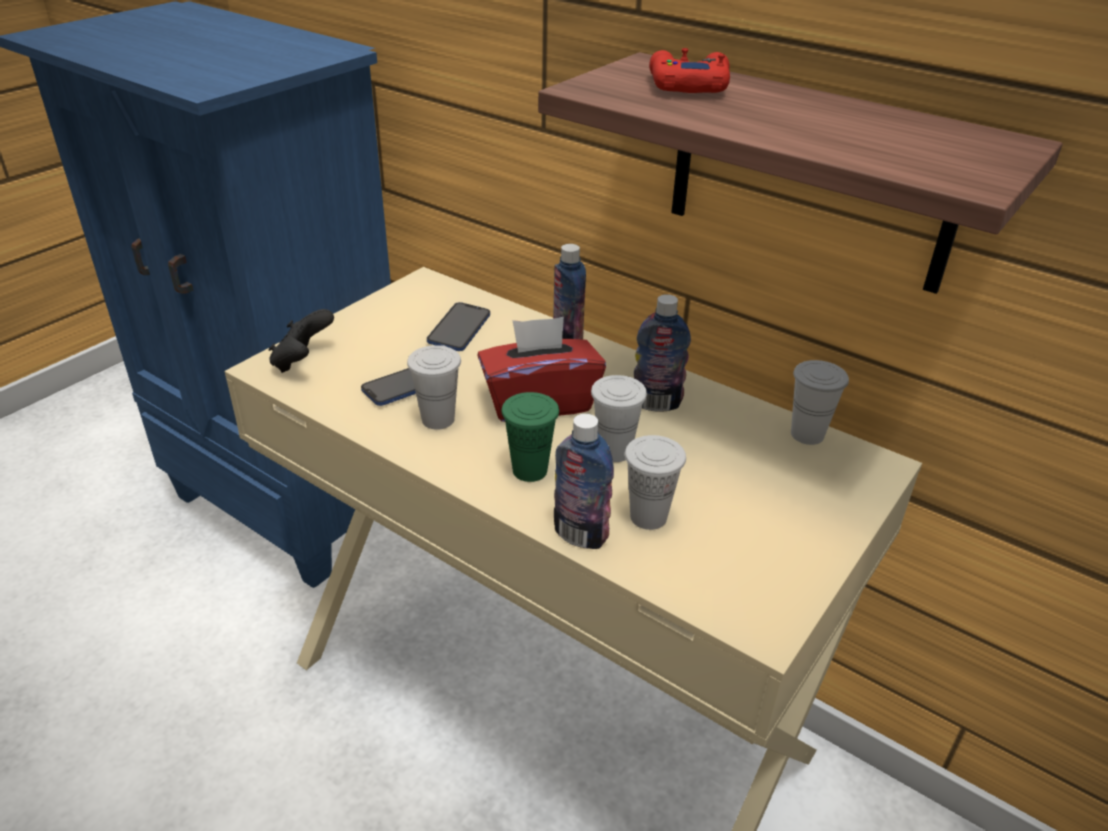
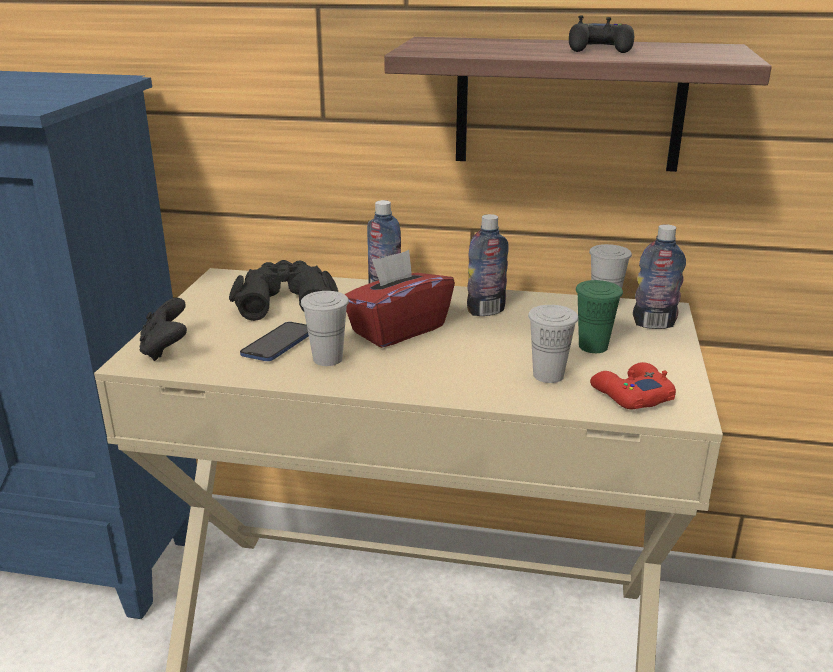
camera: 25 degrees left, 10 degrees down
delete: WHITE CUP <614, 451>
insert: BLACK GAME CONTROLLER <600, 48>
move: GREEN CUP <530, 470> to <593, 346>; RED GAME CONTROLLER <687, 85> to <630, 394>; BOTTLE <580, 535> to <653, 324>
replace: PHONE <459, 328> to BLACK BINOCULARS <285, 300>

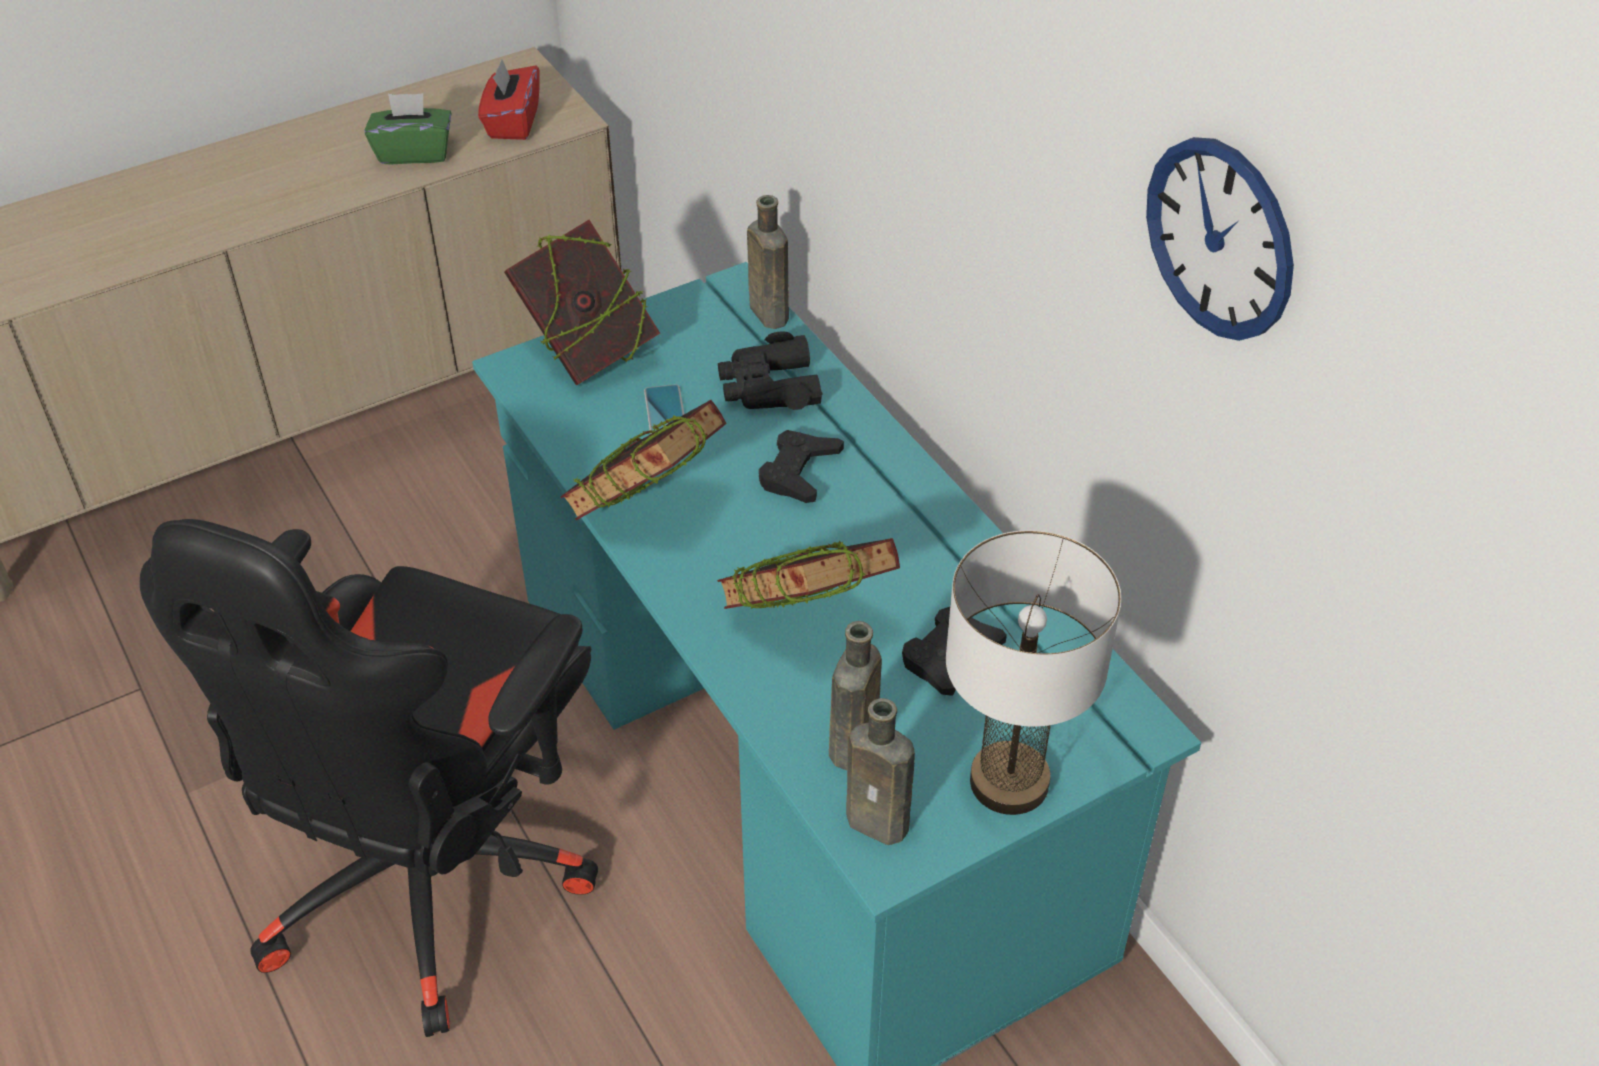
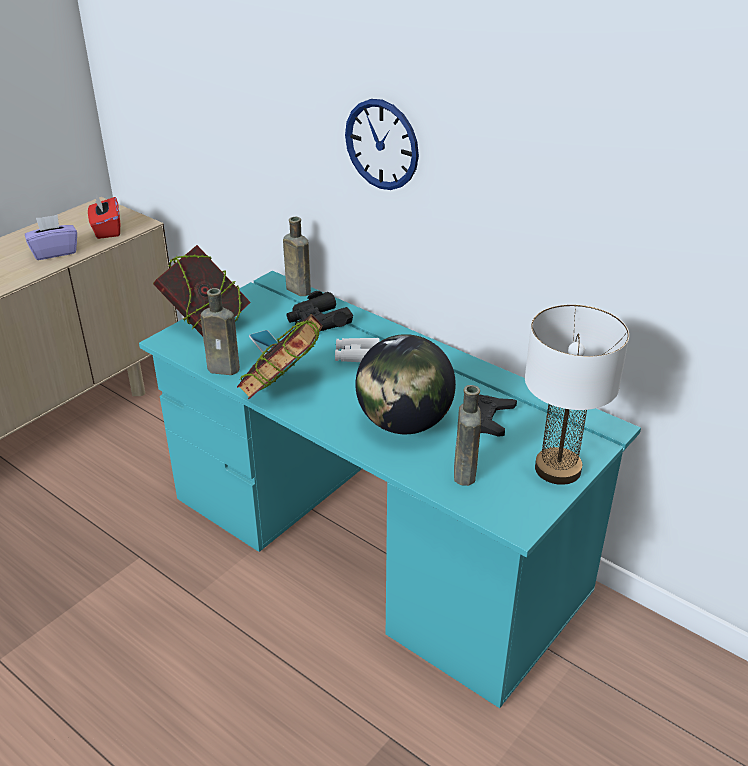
camera: 20 degrees left, 10 degrees down
delete: BLACK OFFICE CHAIR <441, 858>
move: BROWN BOTTLE <881, 824> to <226, 369>; WALL CLOCK <1219, 239> to <382, 144>
replace: BLACK GAME CONTROLLER <799, 472> to WHITE BINOCULARS <357, 355>; BOOK <806, 625> to GLOBE <404, 423>
recolor: GREEN TISSUE BOX <414, 152> to PURPLE TISSUE BOX <54, 252>

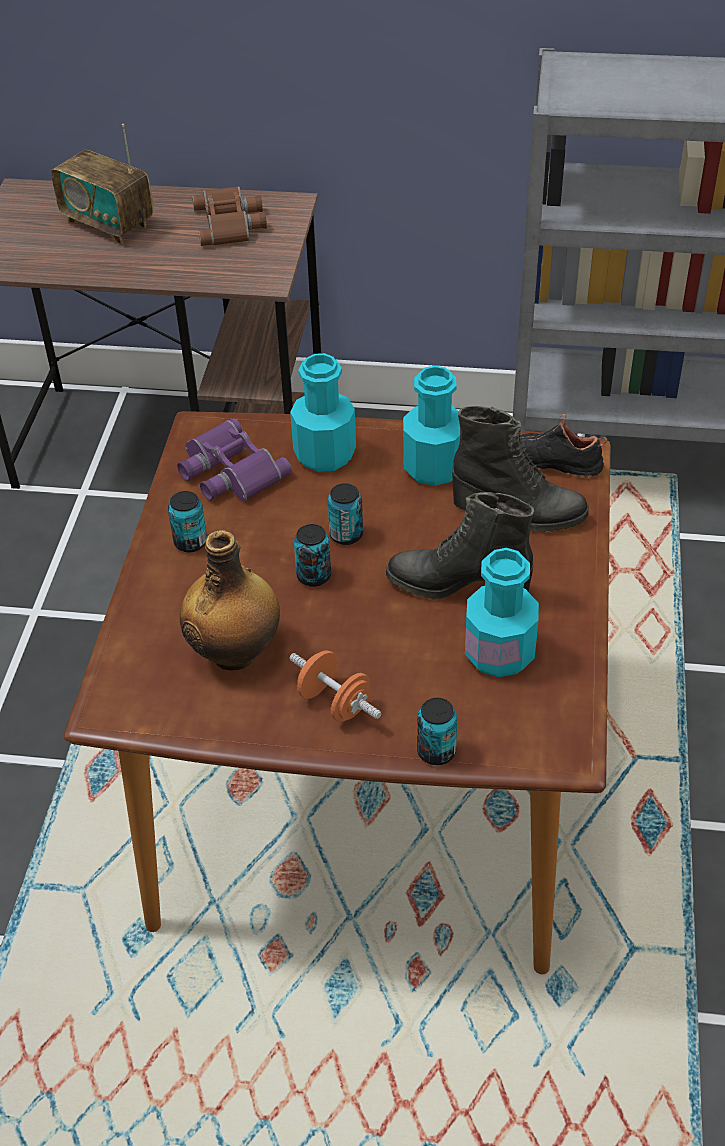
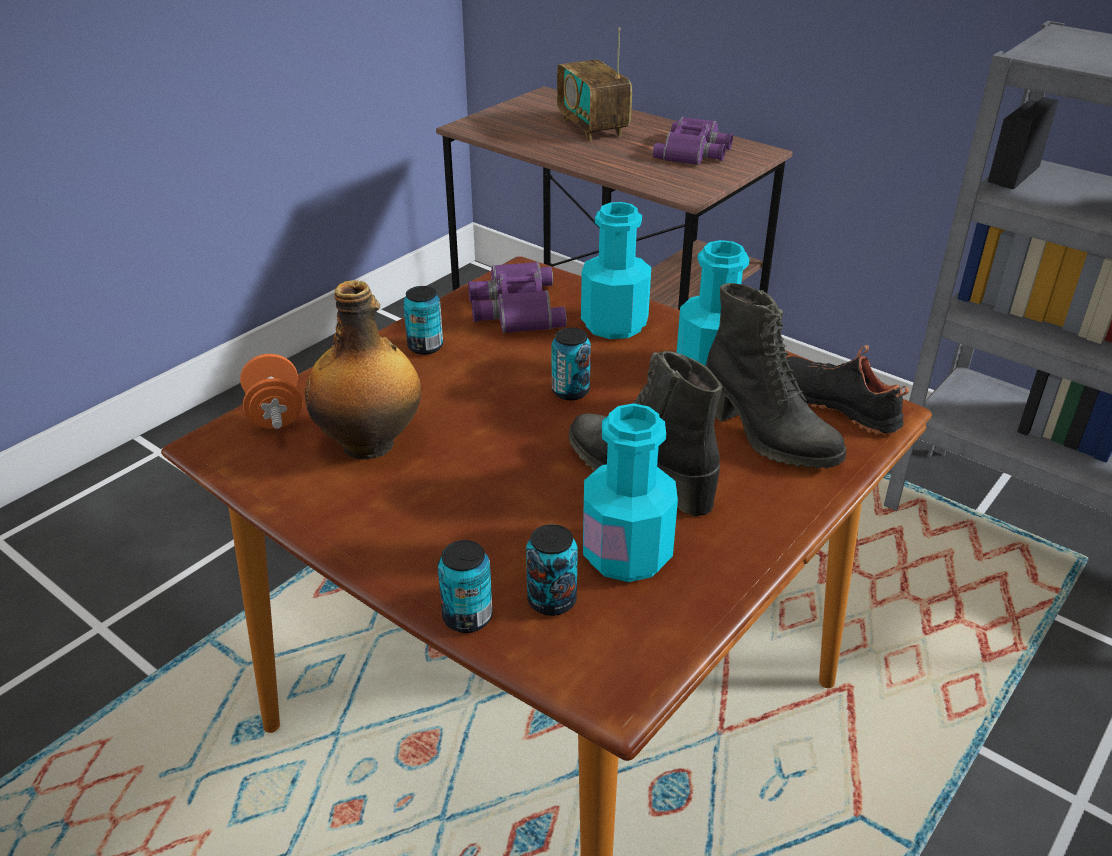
camera: 30 degrees right, 10 degrees down
move: ORANGE DUMBBELL <334, 703> to <275, 414>; CAN <314, 576> to <552, 600>
recolor: BROWN BINOCULARS <231, 223> to PURPLE BINOCULARS <695, 151>

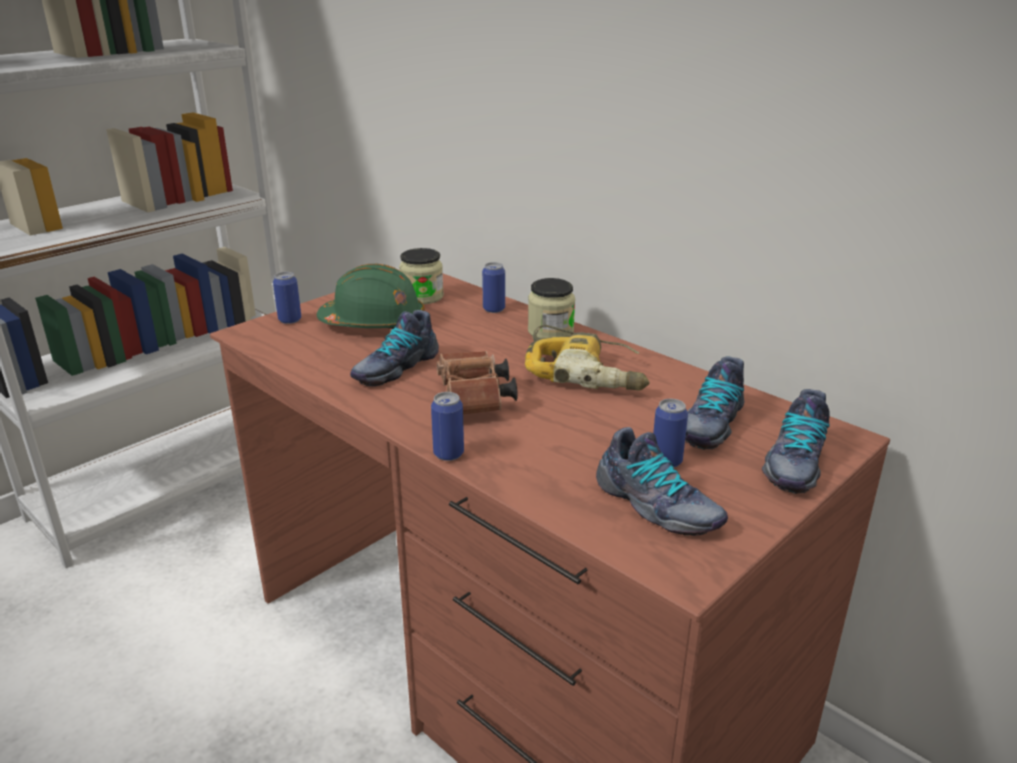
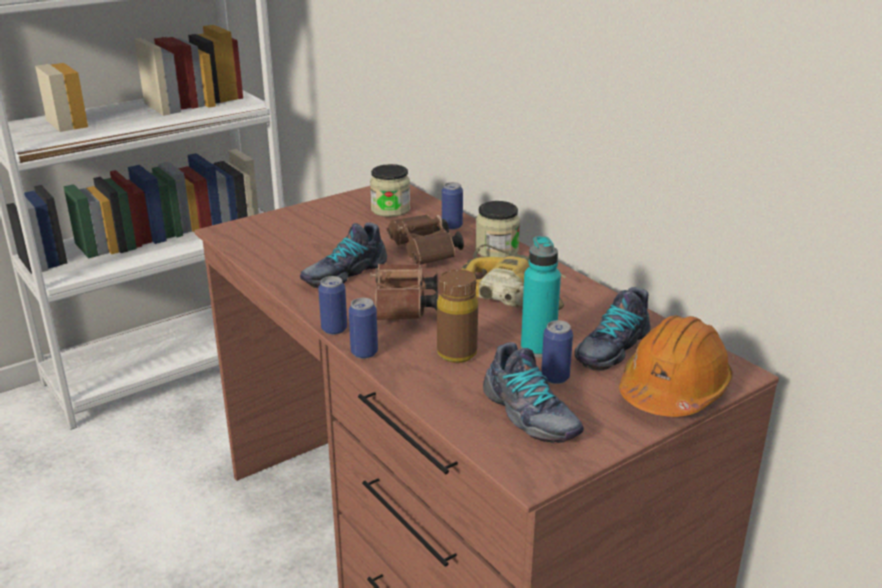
camera: 10 degrees right, 0 degrees up
delete: GREEN HARD HAT <373, 322>
insert: BROWN BINOCULARS <425, 254>; BROWN BOTTLE <457, 353>; TURQUOISE BOTTLE <538, 348>
move: CAN <290, 320> to <334, 329>
replace: SHOE <793, 462> to ORANGE HARD HAT <673, 390>

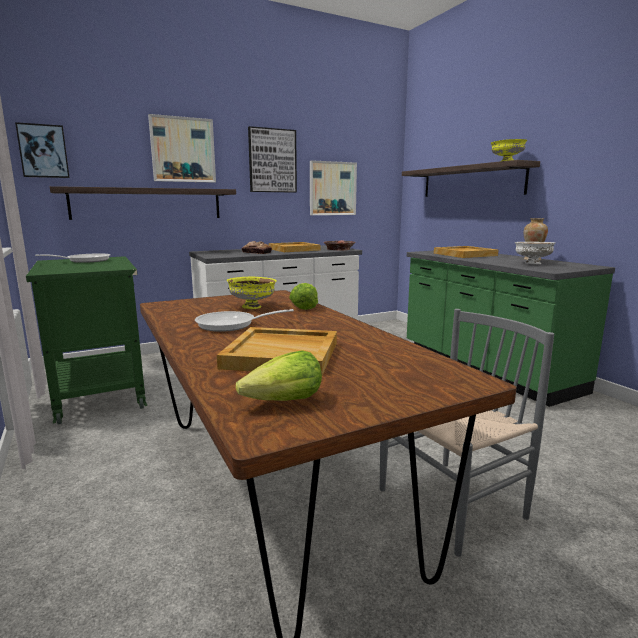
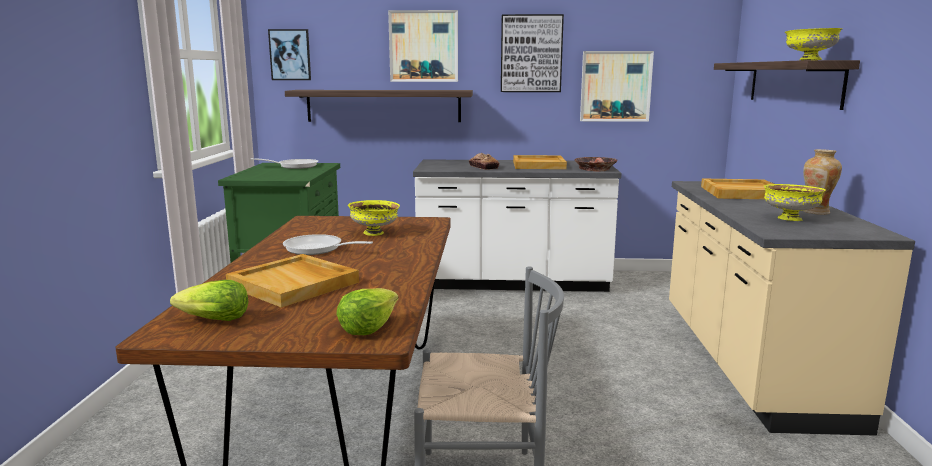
camera: 30 degrees right, 0 degrees up
move: LETTUCE <304, 307> to <368, 327>
recolor: GREEN COUNTER <485, 369> to BEIGE COUNTER <748, 363>; WHITE BOWL <532, 263> to YELLOW BOWL <789, 219>

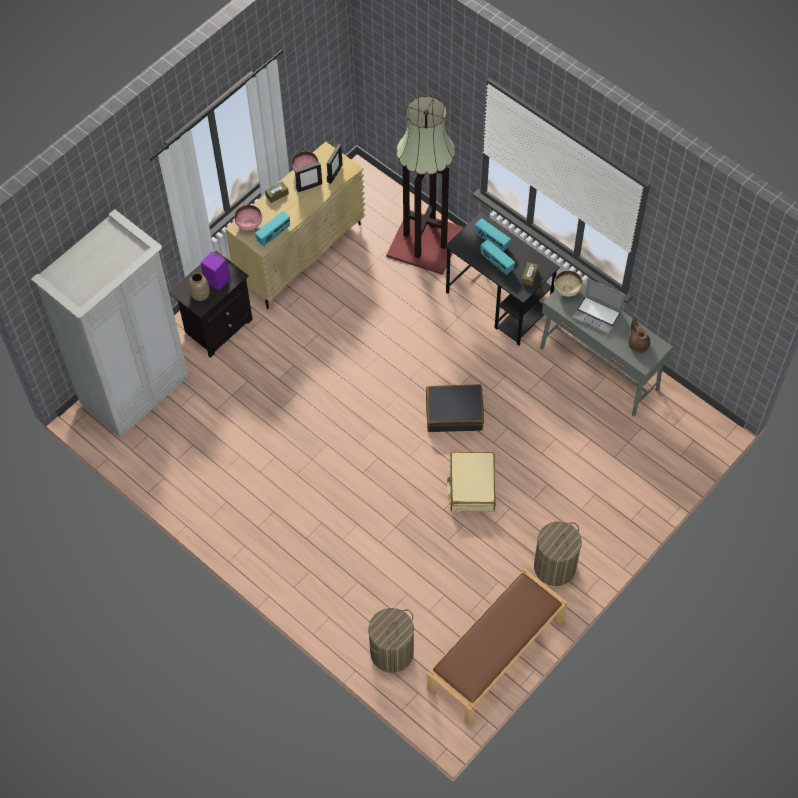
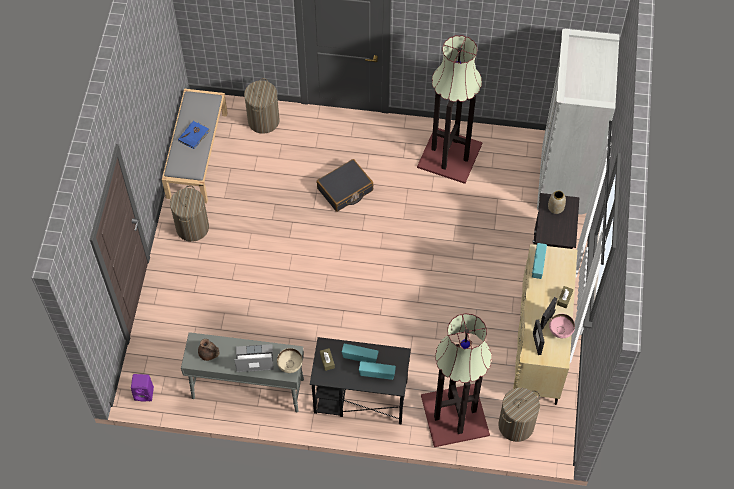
camera: 145 degrees right, 0 degrees up
delete: PINK BOWL <249, 225>; BEIGE SUITCASE <471, 486>
insert: BLUE BOOK <194, 135>; FLOOR LAMP <450, 155>; LAUNDRY BASKET <516, 425>
move: PURPLE SPEAKER <216, 280> to <145, 393>; BLACK SUITCASE <454, 412> to <345, 190>
recolor: BROWN BENCH <495, 655> to GREY BENCH <197, 154>

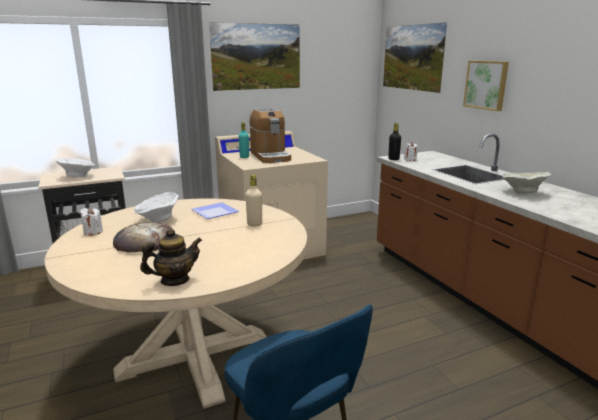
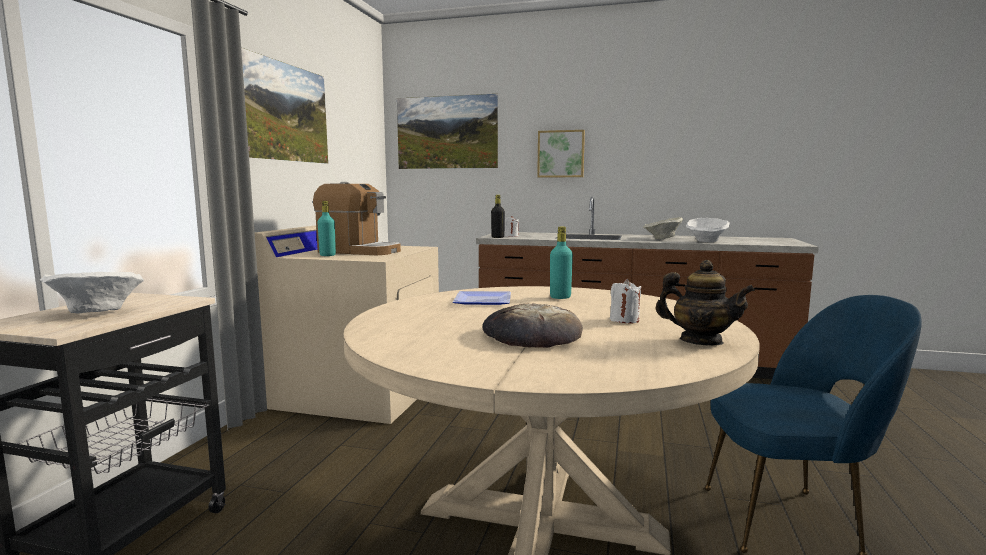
camera: 50 degrees left, 10 degrees down
move: WHITE CANDLE <93, 232> to <624, 320>; WHITE BOWL <158, 220> to <707, 241>
recolor: BEIGE BOTTLE <254, 224> to TURQUOISE BOTTLE <560, 297>
rotate: TEAPOT <174, 280> = <701, 341> 105 degrees clockwise

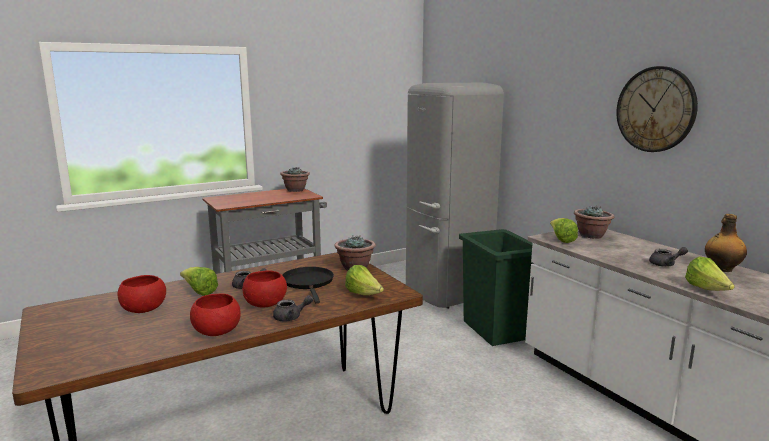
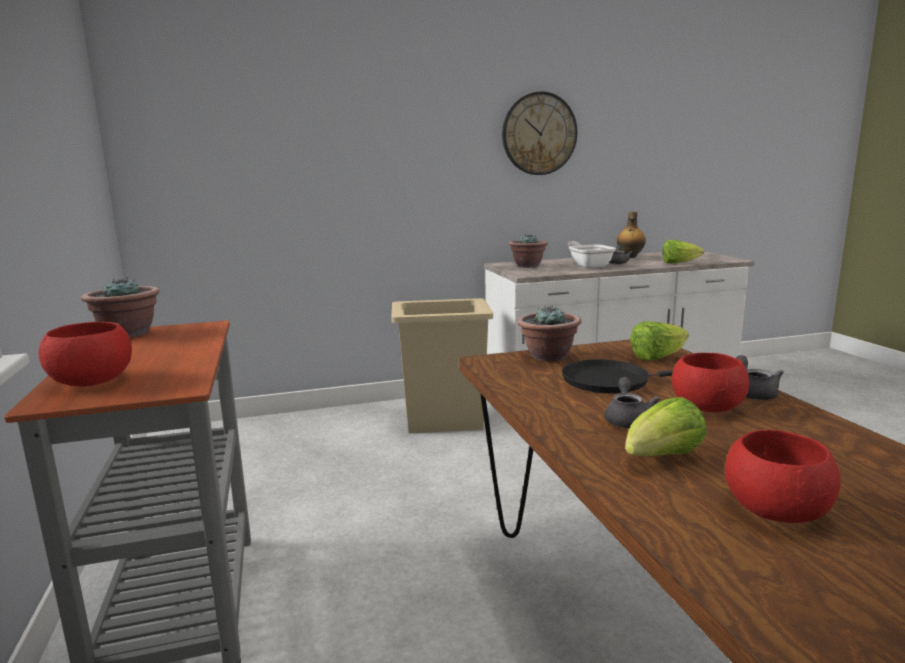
camera: 75 degrees left, 0 degrees up
delete: GREY FRIDGE <445, 293>; LETTUCE <561, 239>
insert: FRYING PAN <589, 266>
move: RED BOWL <217, 331> to <91, 381>
recolor: GREEN TRASH CAN <496, 329> to BEIGE TRASH CAN <443, 420>

